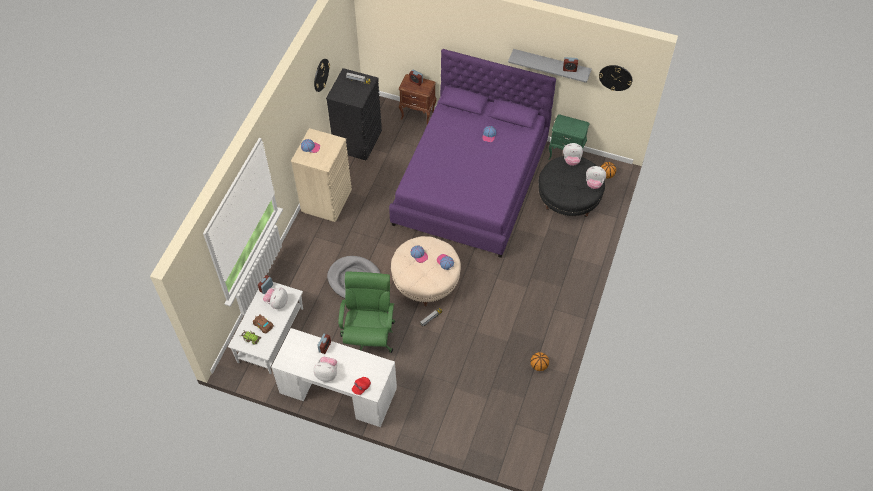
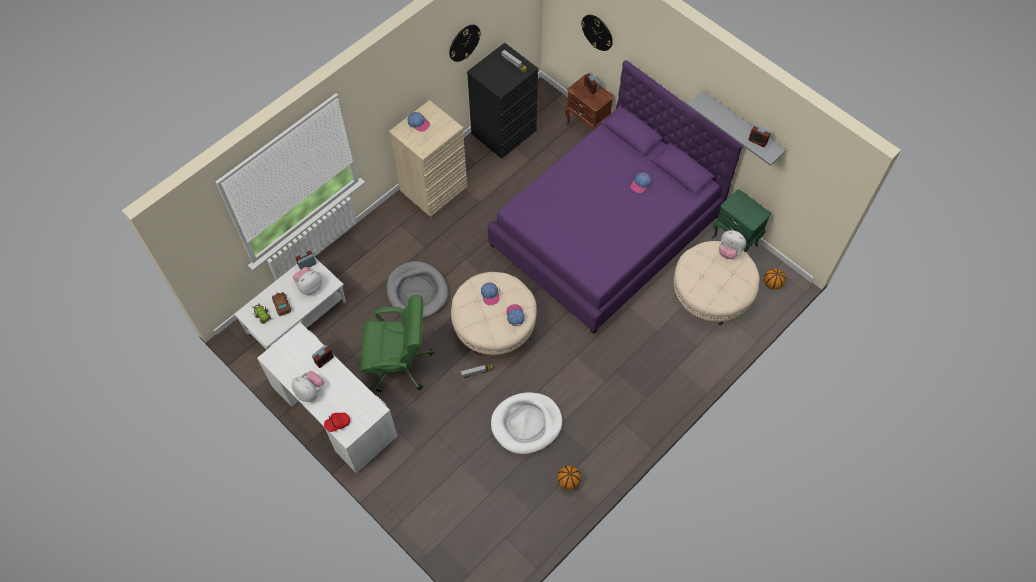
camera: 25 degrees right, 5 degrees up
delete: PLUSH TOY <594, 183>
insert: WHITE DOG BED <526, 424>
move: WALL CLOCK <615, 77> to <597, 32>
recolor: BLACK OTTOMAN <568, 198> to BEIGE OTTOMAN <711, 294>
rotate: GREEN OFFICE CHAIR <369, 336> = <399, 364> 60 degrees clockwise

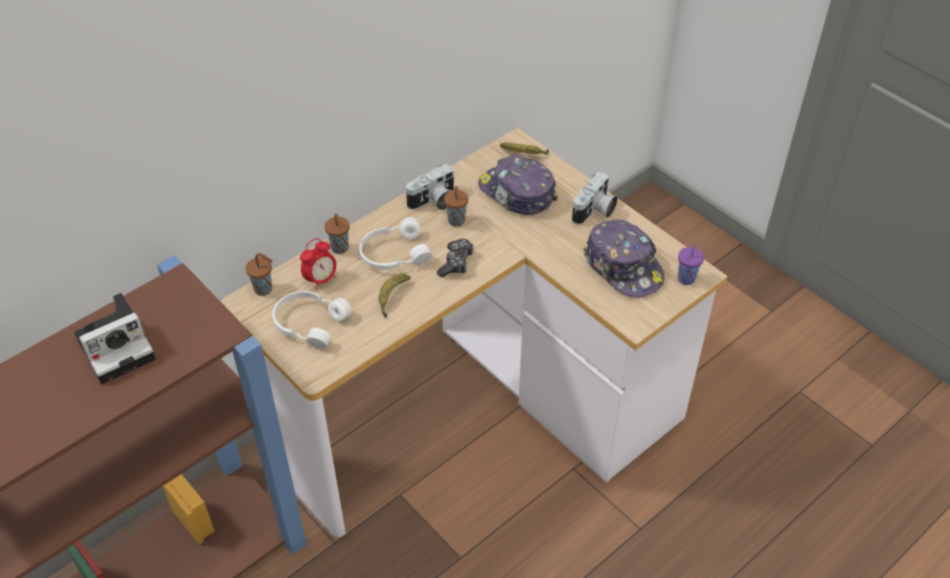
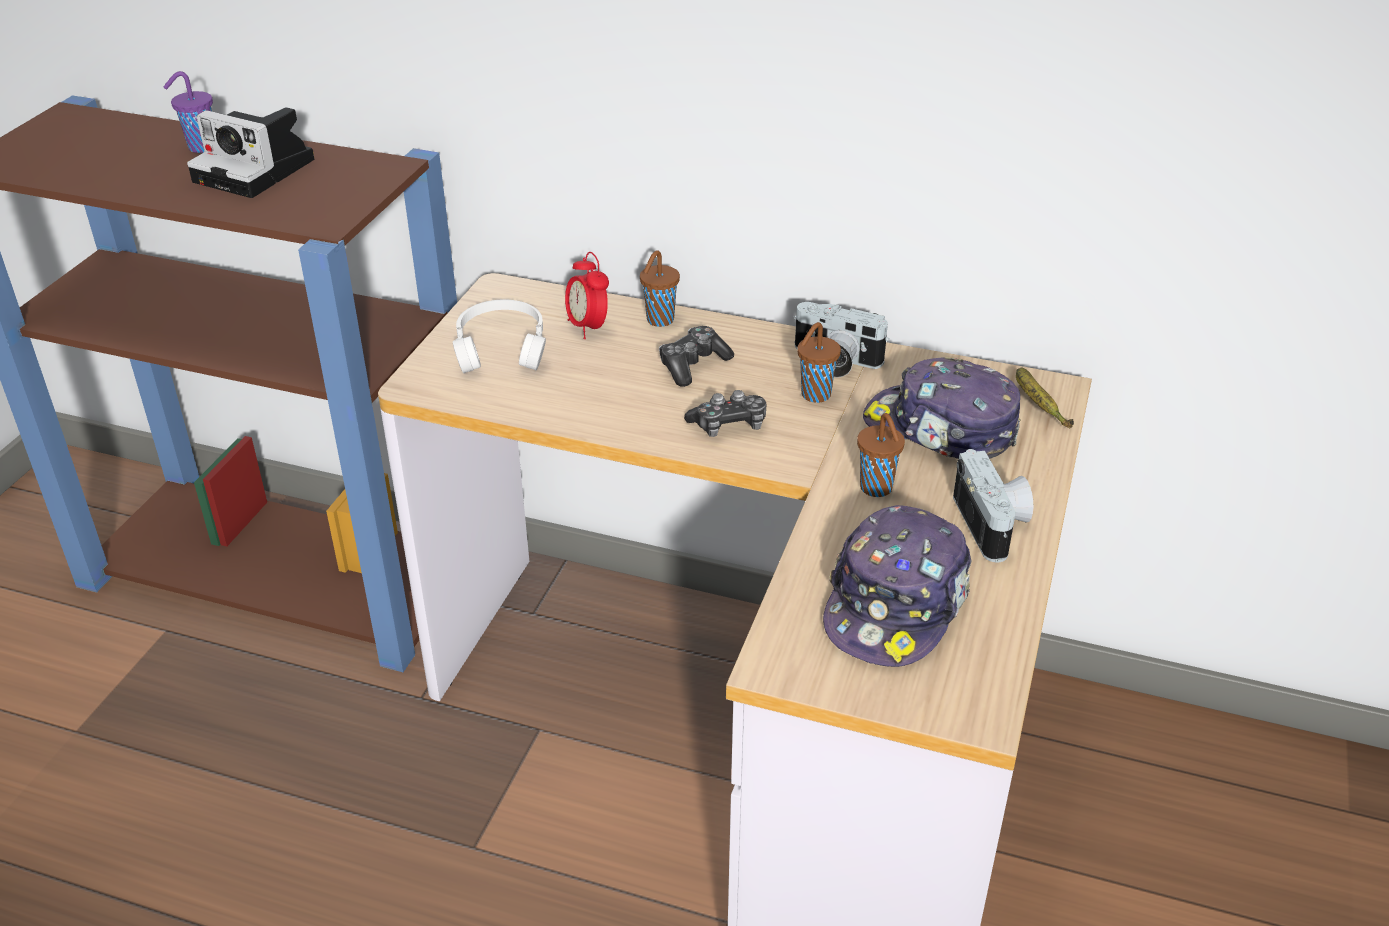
camera: 60 degrees right, 10 degrees down
delete: BANANA <392, 297>
move: PURPLE CUP <686, 280> to <200, 147>; BROWN CUP <264, 289> to <877, 489>
replace: WHITE HEADPHONES <393, 253> to GAME CONTROLLER <693, 365>
rotate: ALARM CLOCK <321, 280> = <588, 327> 45 degrees clockwise; CAP <516, 193> = <940, 429> 75 degrees counterclockwise; PHOTO CAMERA <595, 211> = <994, 525> 105 degrees counterclockwise

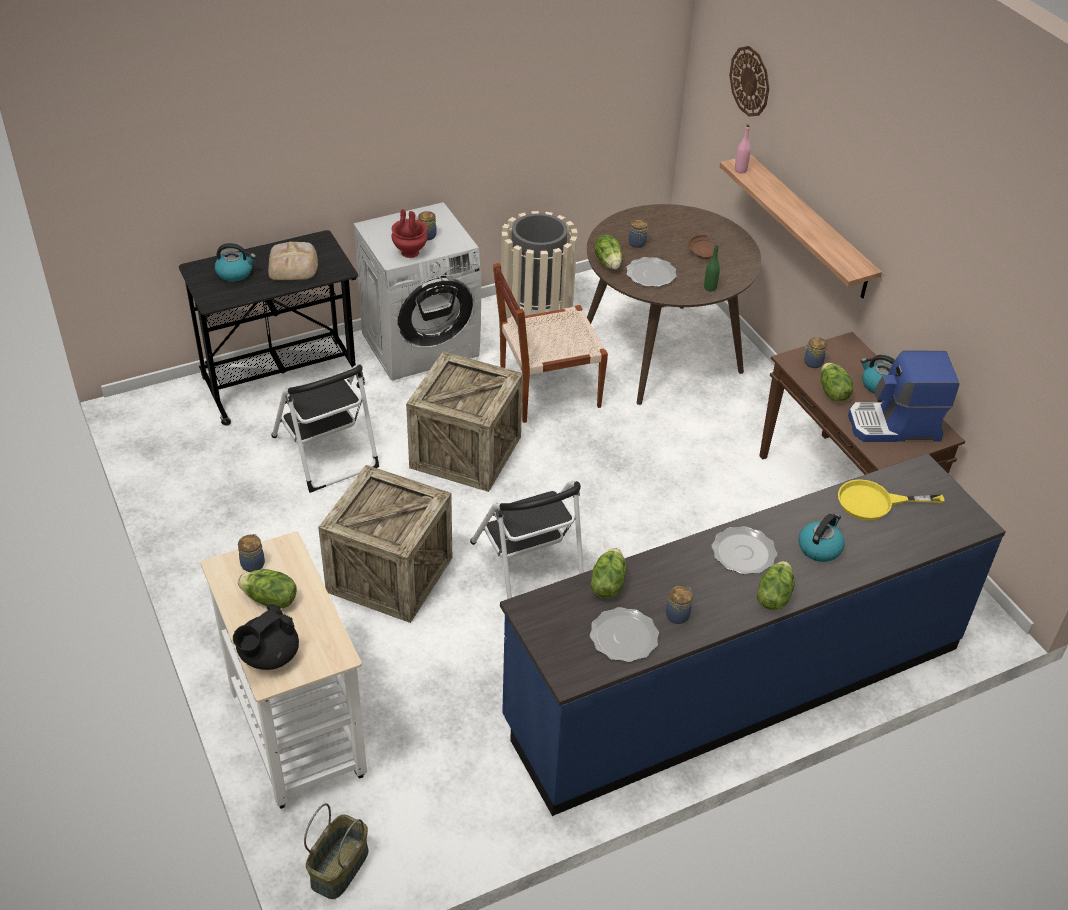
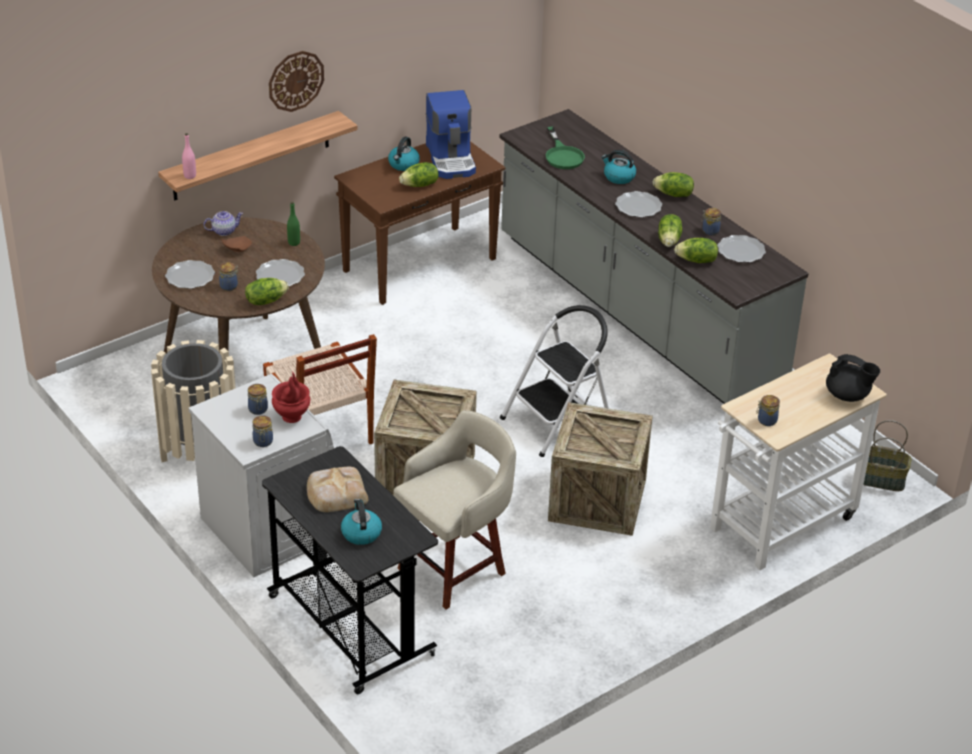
camera: 100 degrees left, 5 degrees down
insert: PLATE <190, 277>; TEAPOT <223, 231>
move: JAR <812, 363> to <263, 442>; WALL CLOCK <750, 81> to <295, 81>; LETTUCE <270, 600> to <669, 241>
replace: STEP LADDER <326, 454> to BEIGE STOOL <455, 569>
recolor: BLUE COUNTER <735, 684> to GREY COUNTER <636, 312>; YELLOW FRYING PAN <875, 502> to GREEN FRYING PAN <562, 155>

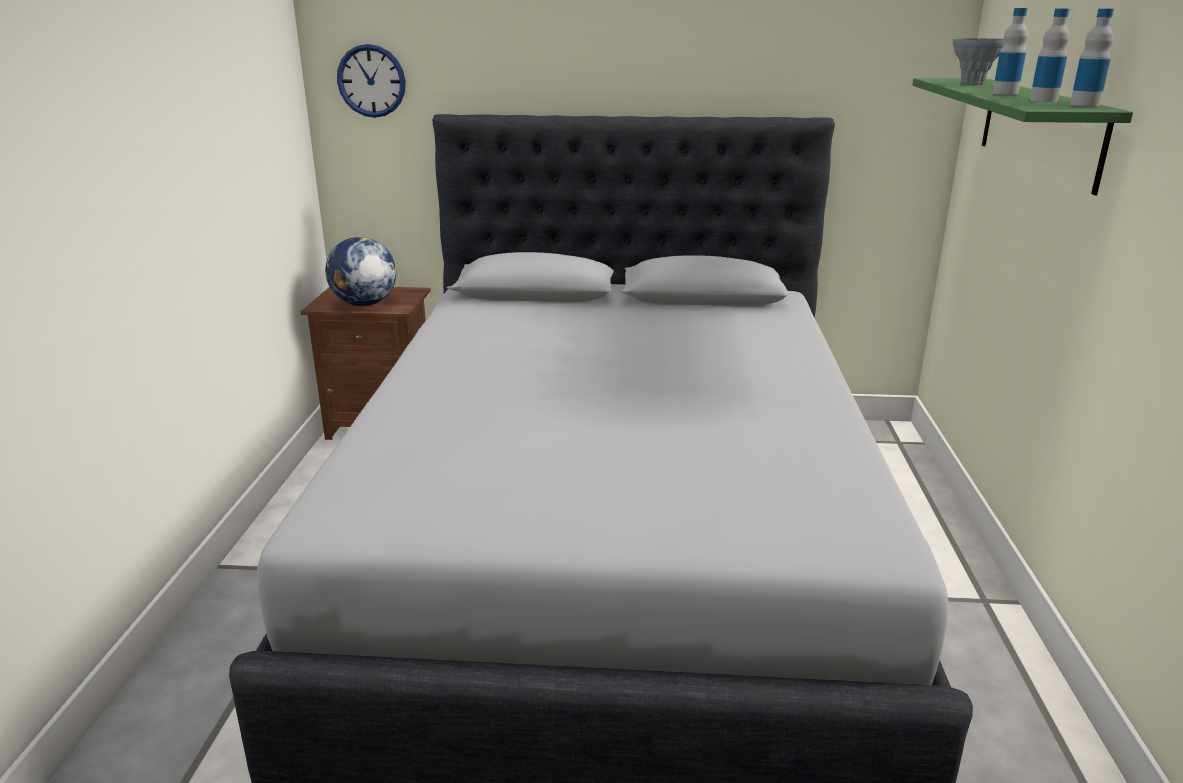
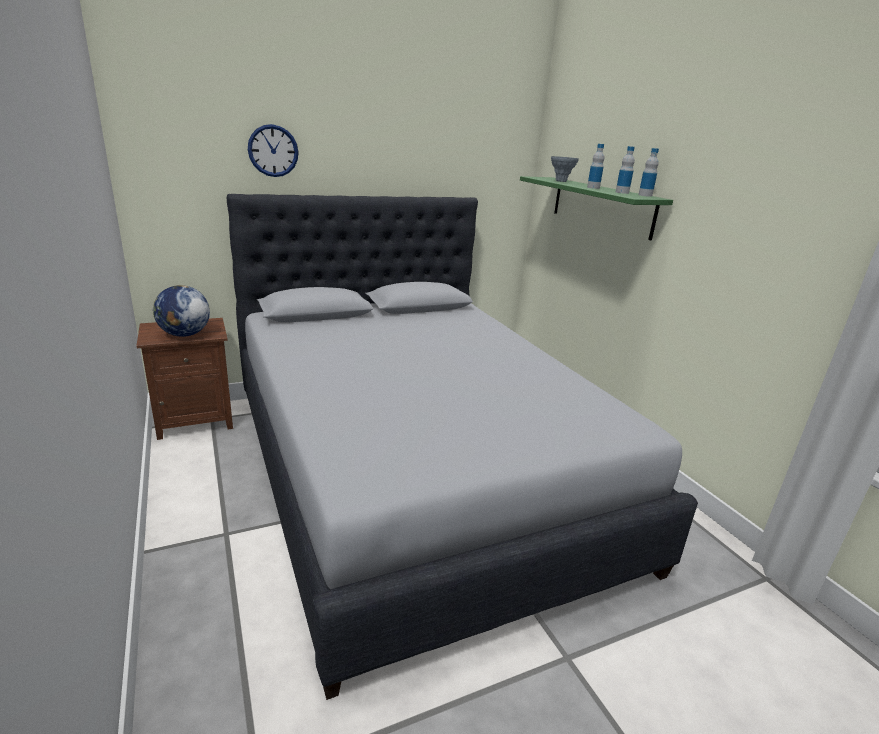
camera: 30 degrees left, 0 degrees up
move: WALL CLOCK <371, 81> to <273, 151>

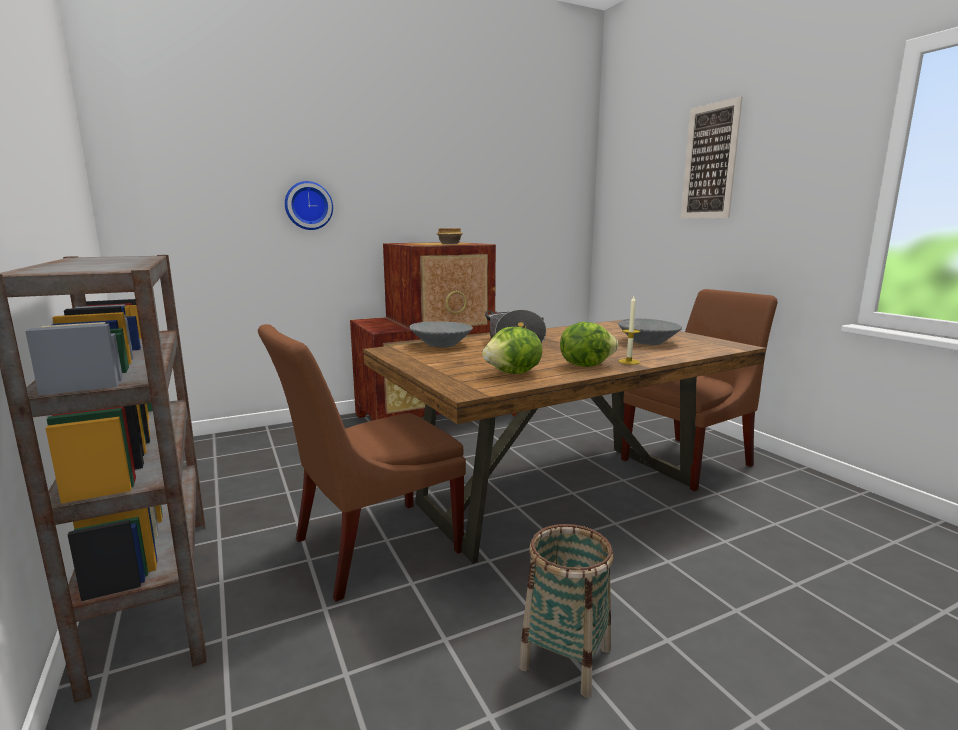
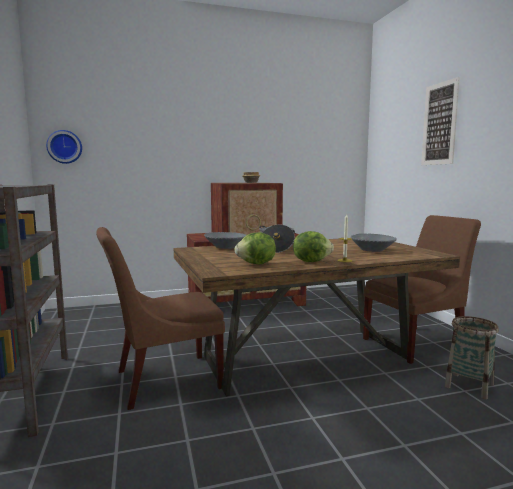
camera: 10 degrees right, 5 degrees down
move: WALL CLOCK <308, 205> to <65, 147>; BASKET <565, 658> to <469, 386>

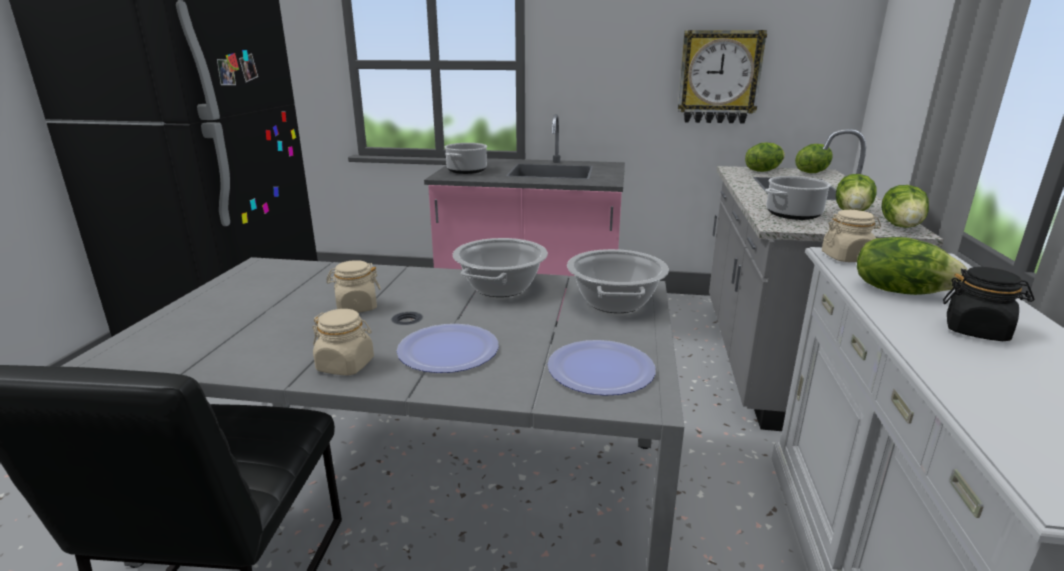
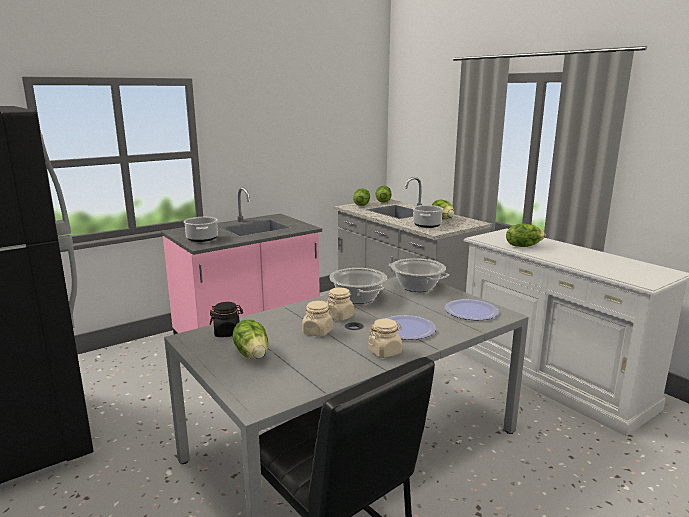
camera: 45 degrees left, 5 degrees down
delete: WALL CLOCK <719, 77>
move: BLACK JAR <976, 330> to <227, 333>; LETTUCE <902, 226> to <253, 354>; BEIGE JAR <846, 257> to <339, 316>

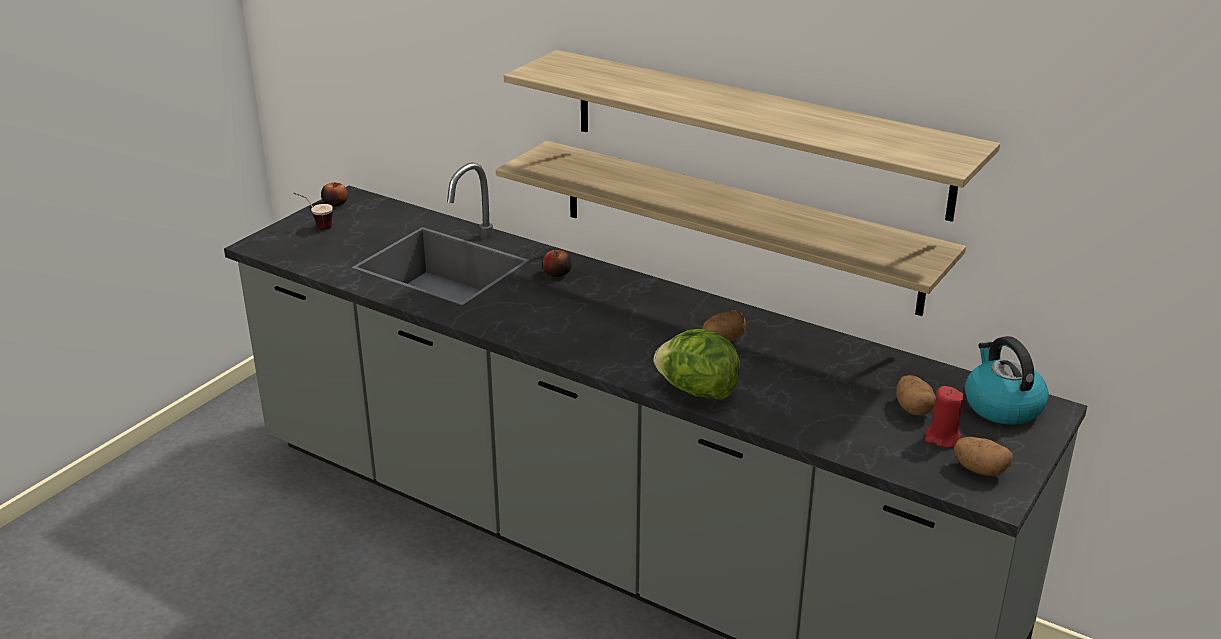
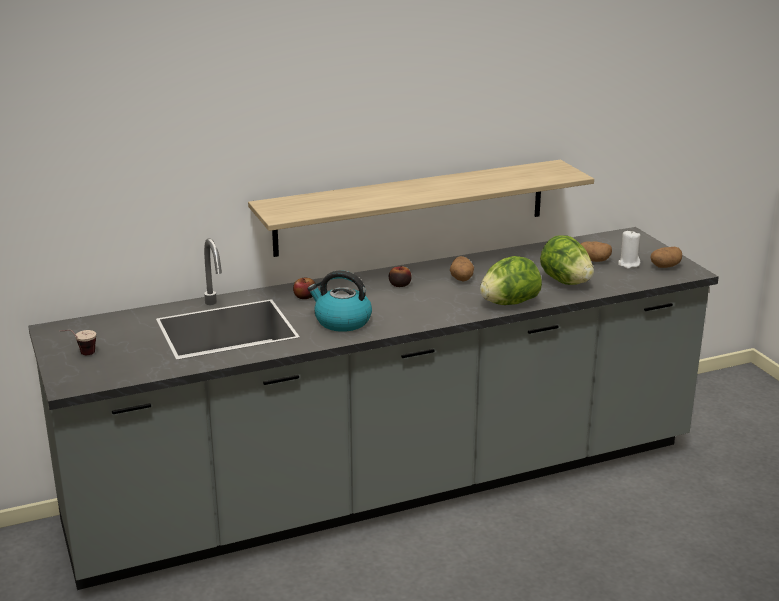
camera: 55 degrees left, 5 degrees down
delete: SHELF <756, 132>
insert: LETTUCE <565, 281>
move: KETTLE <1001, 406> to <341, 321>; APPLE <335, 203> to <399, 285>
recolor: RED CANDLE <942, 438> to WHITE CANDLE <628, 264>

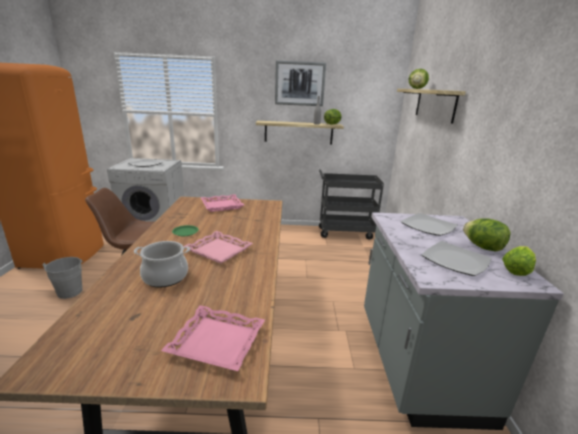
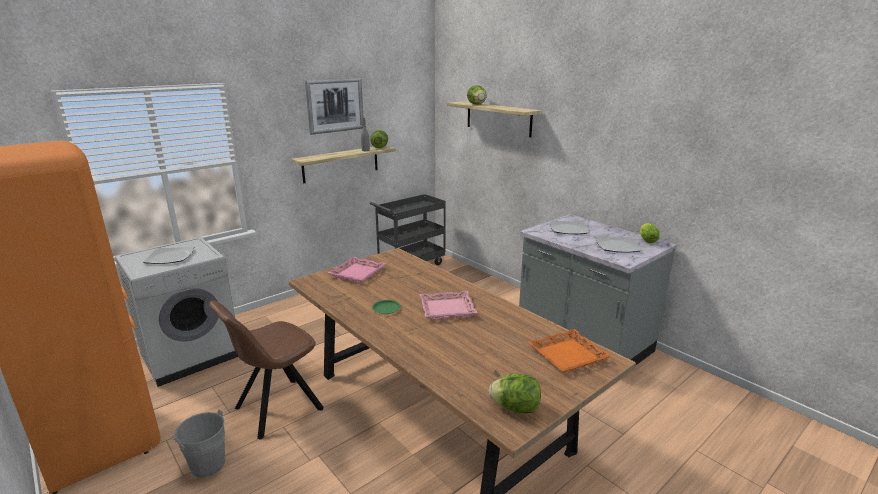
camera: 40 degrees left, 0 degrees up
delete: COOKING POT <165, 277>
move: LETTUCE <482, 247> to <515, 408>
recolor: PINK TRAY <217, 341> to ORANGE TRAY <567, 355>

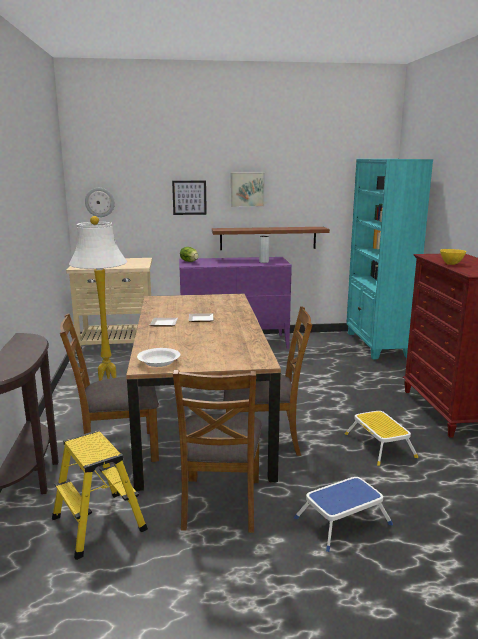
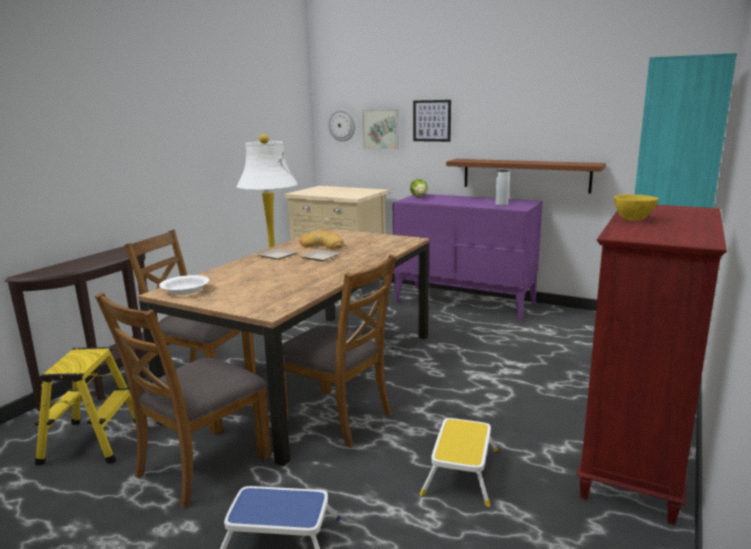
camera: 35 degrees right, 0 degrees up
insert: BREAD <322, 245>
move: PICTURE <247, 189> to <381, 129>

